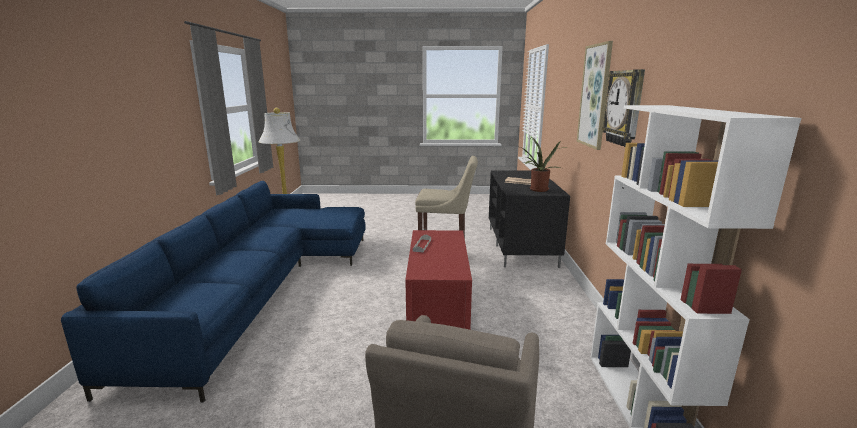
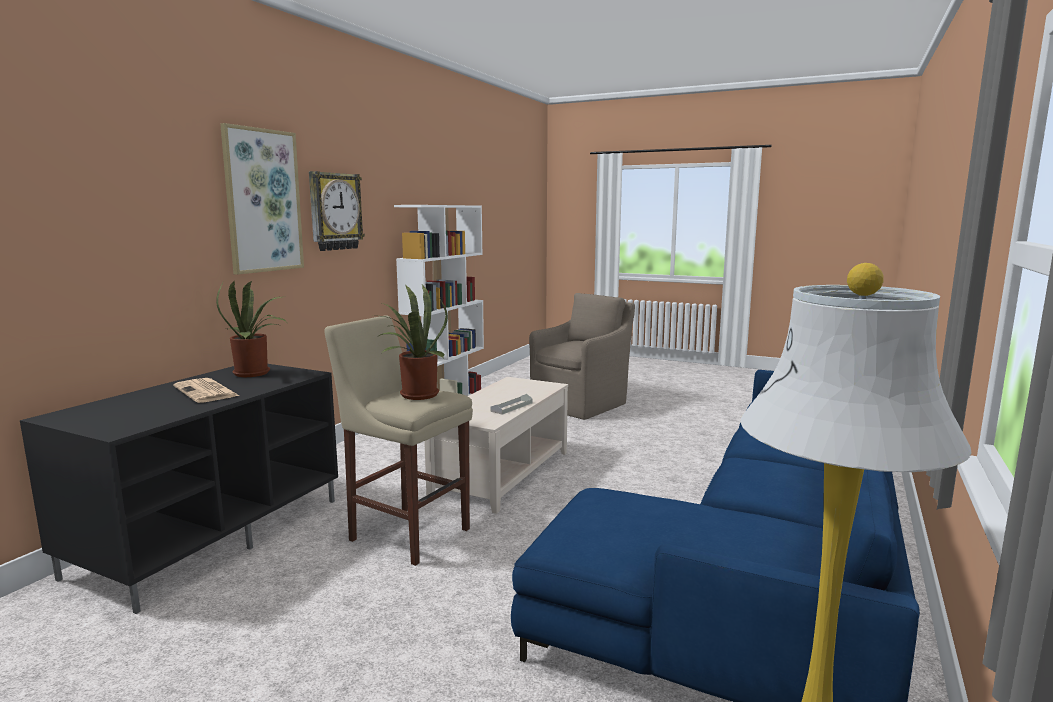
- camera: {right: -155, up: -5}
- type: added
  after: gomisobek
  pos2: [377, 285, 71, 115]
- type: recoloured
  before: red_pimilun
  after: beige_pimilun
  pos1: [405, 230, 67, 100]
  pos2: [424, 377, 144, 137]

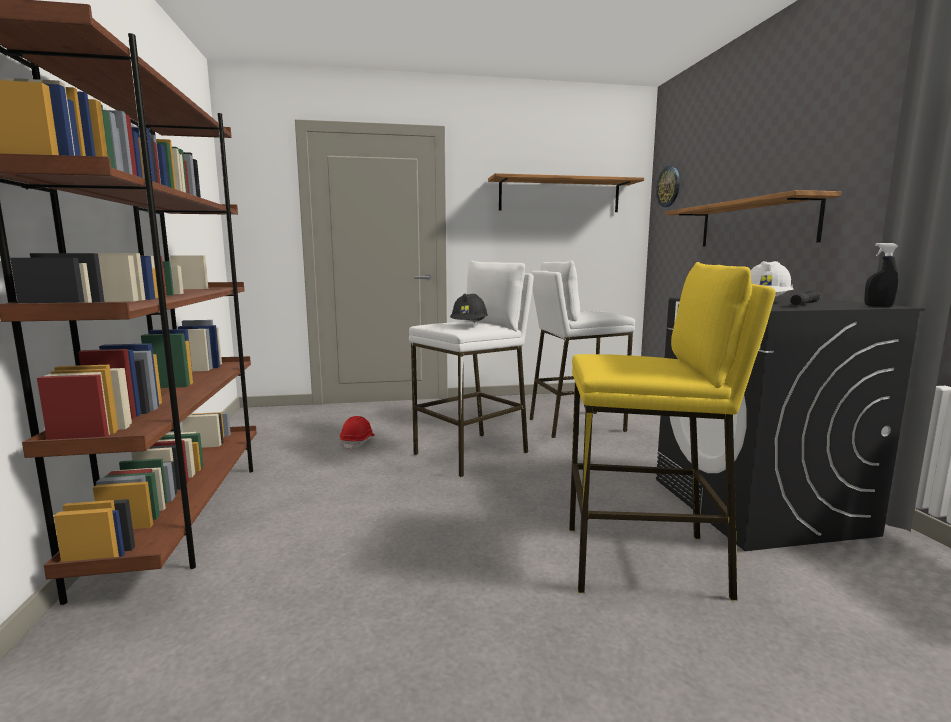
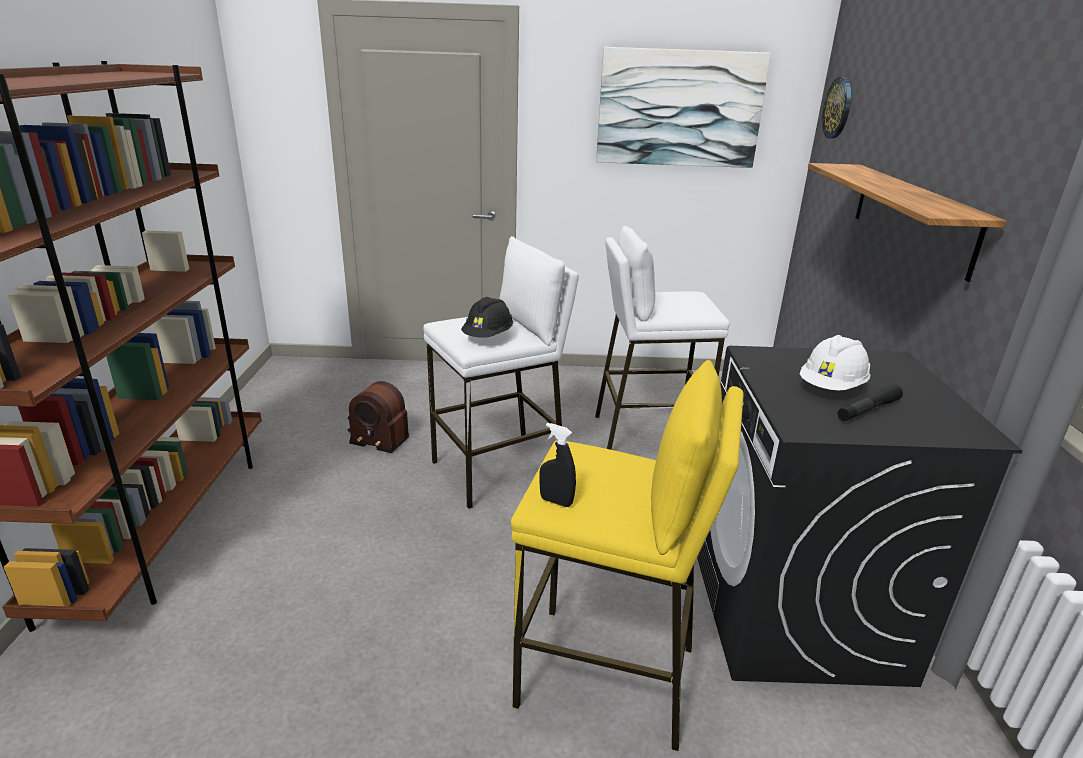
- camera: {right: 10, up: 15}
- type: moved
  before: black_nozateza
  pos1: [864, 243, 35, 64]
  pos2: [539, 423, 37, 84]
- type: replaced
  before: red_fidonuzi
  after: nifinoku
  pos1: [340, 416, 34, 34]
  pos2: [348, 381, 61, 72]
- type: replaced
  before: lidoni
  after: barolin
  pos1: [488, 173, 156, 39]
  pos2: [596, 47, 175, 121]

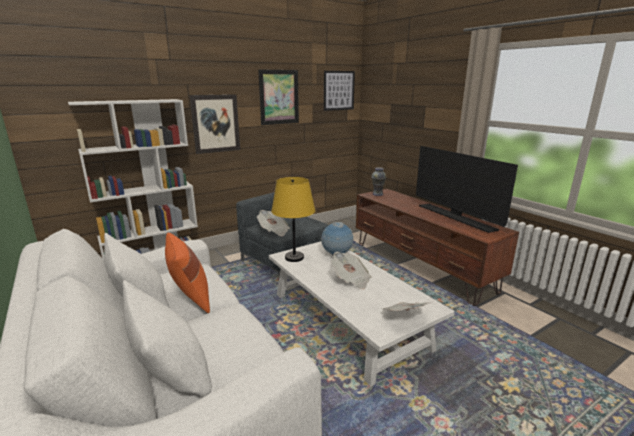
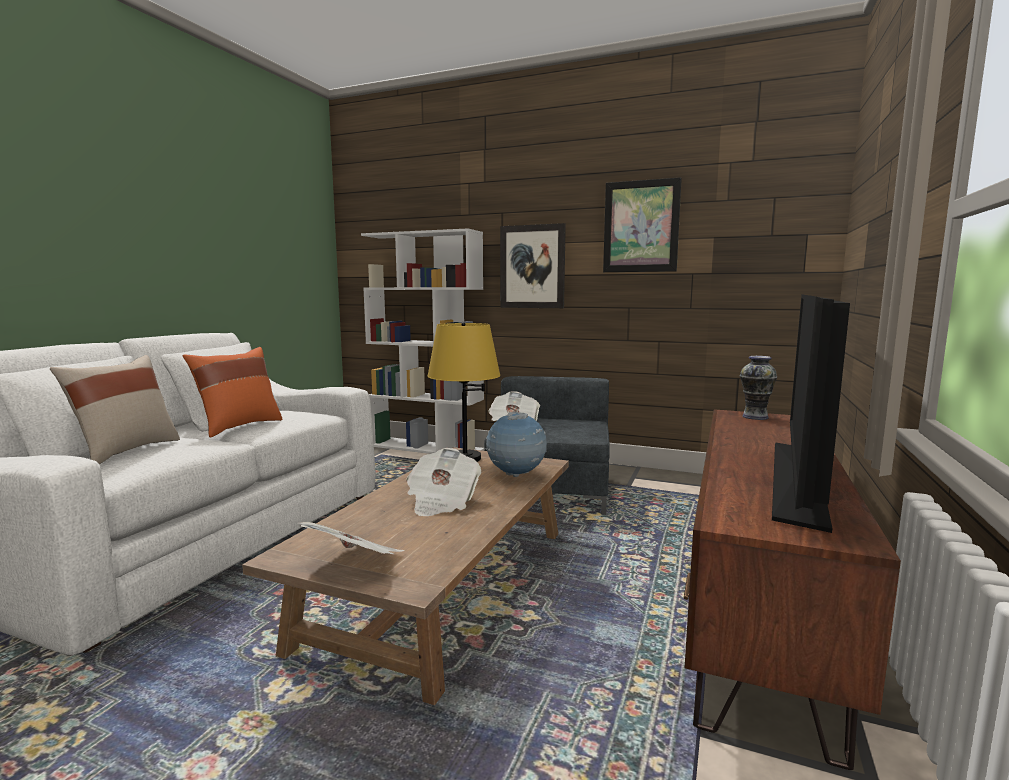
- camera: {right: 55, up: -10}
- type: removed
  before: barolin
  pos1: [324, 71, 31, 40]
- type: added
  after: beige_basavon
  pos2: [50, 355, 130, 109]
- type: recoloured
  before: white_pimilun
  after: brown_pimilun
  pos1: [269, 241, 185, 145]
  pos2: [242, 447, 327, 258]

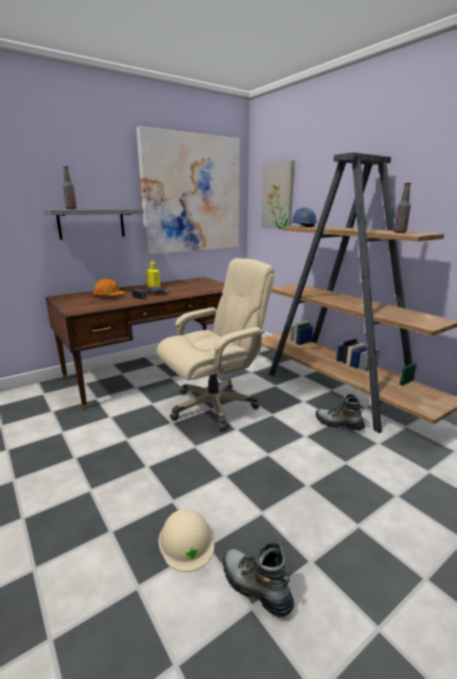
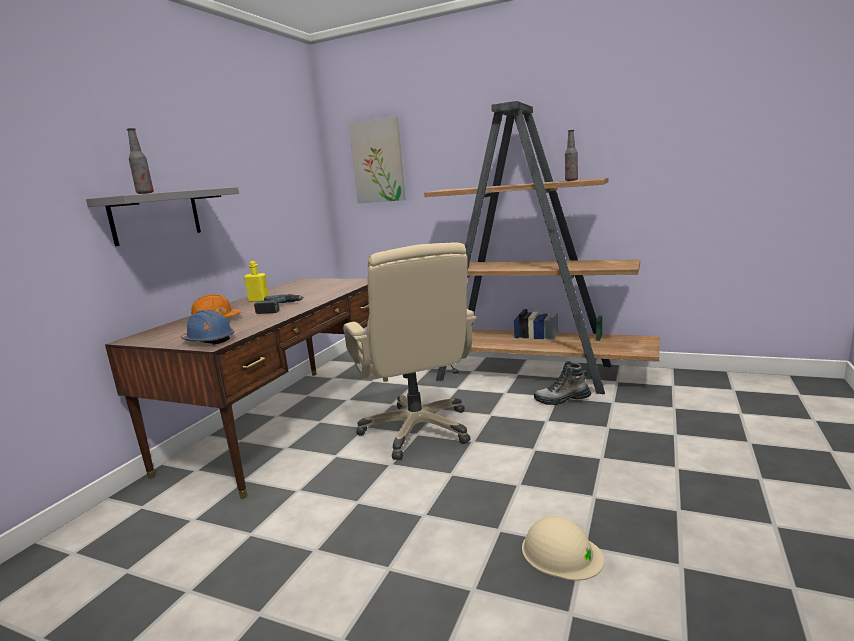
- camera: {right: -30, up: -5}
- type: removed
  before: barolin
  pos1: [136, 126, 104, 128]
- type: removed
  before: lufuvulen
  pos1: [223, 543, 71, 74]
- type: moved
  before: blue_fidonuzi
  pos1: [289, 207, 29, 20]
  pos2: [181, 310, 53, 35]
- type: turned
  before: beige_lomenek
  pos1: [157, 258, 118, 173]
  pos2: [343, 242, 134, 218]
  turn: 135

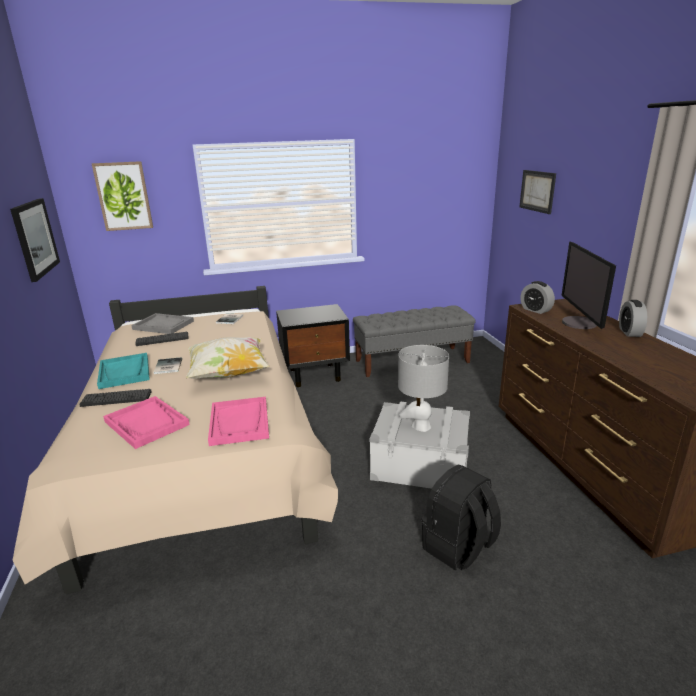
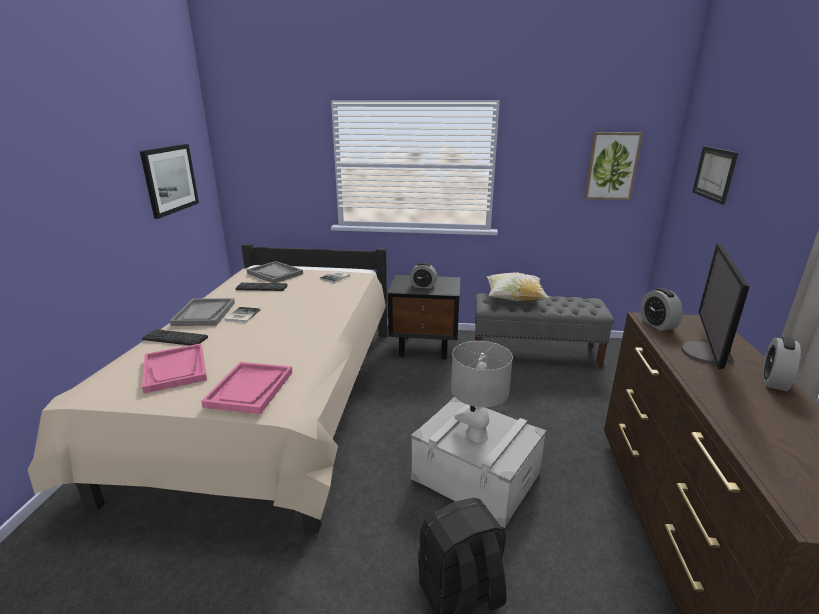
- camera: {right: 20, up: 0}
- type: added
  after: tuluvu
  pos2: [410, 263, 27, 26]
- type: moved
  before: barolin
  pos1: [92, 161, 61, 70]
  pos2: [584, 132, 59, 68]
- type: moved
  before: basavon
  pos1: [186, 337, 84, 42]
  pos2: [487, 272, 62, 29]
- type: recoloured
  before: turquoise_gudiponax
  after: grey_gudiponax
  pos1: [97, 353, 53, 36]
  pos2: [170, 298, 65, 28]

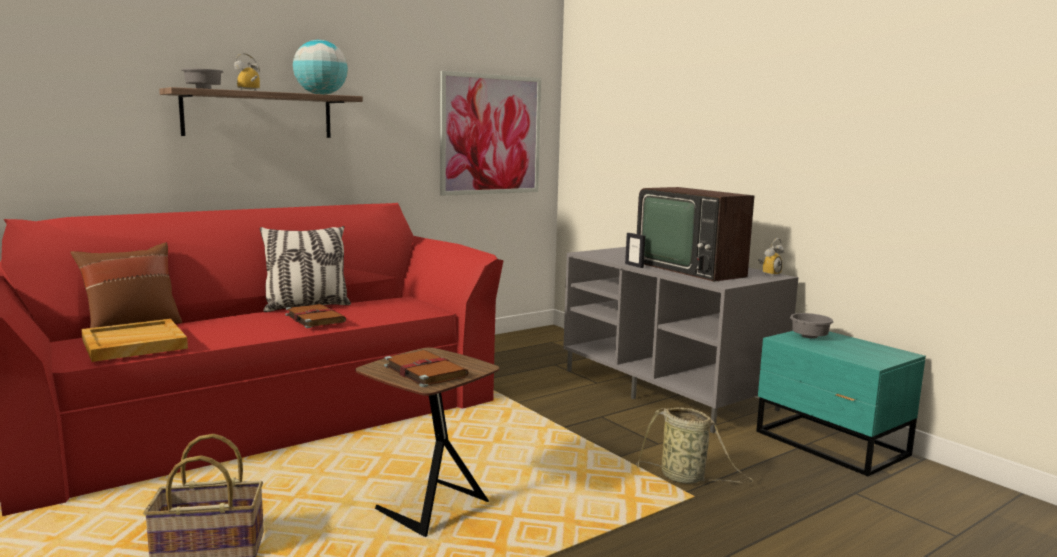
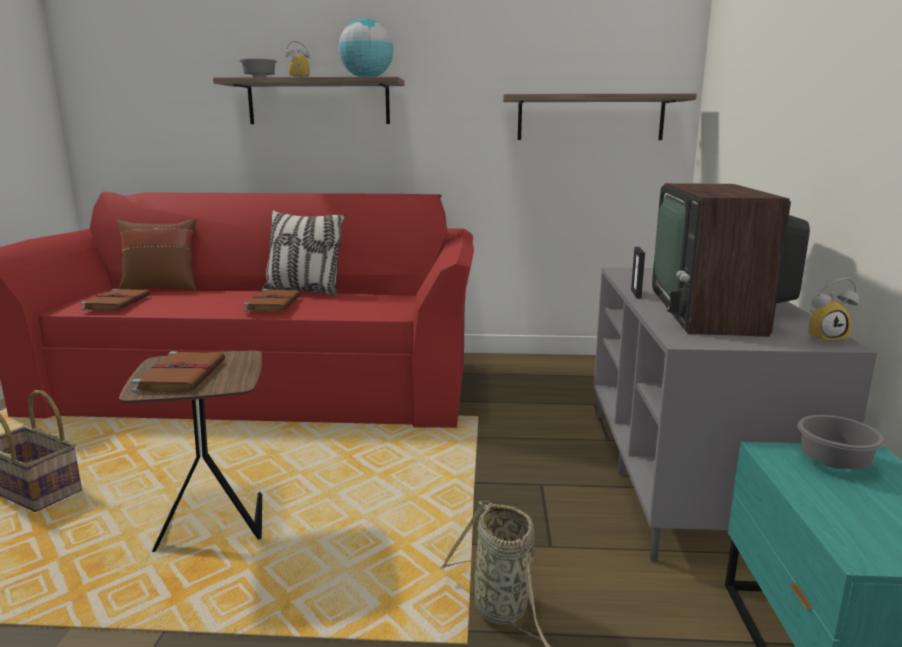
- camera: {right: 40, up: 5}
- type: replaced
  before: beige_gudiponax
  after: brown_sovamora
  pos1: [81, 319, 107, 43]
  pos2: [80, 289, 71, 22]
- type: replaced
  before: barolin
  after: lidoni
  pos1: [440, 71, 101, 125]
  pos2: [503, 93, 194, 47]

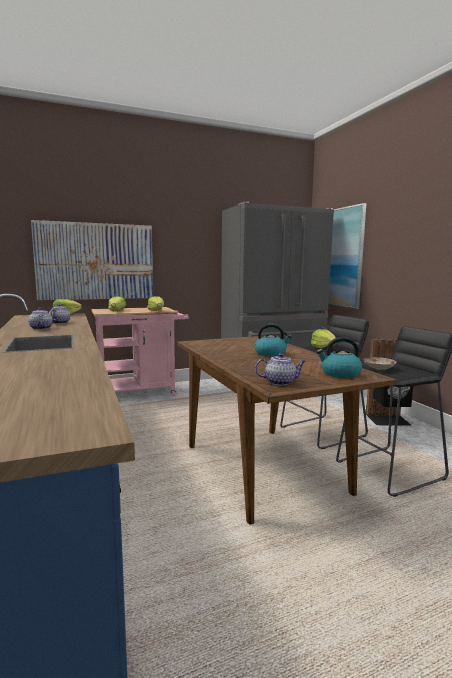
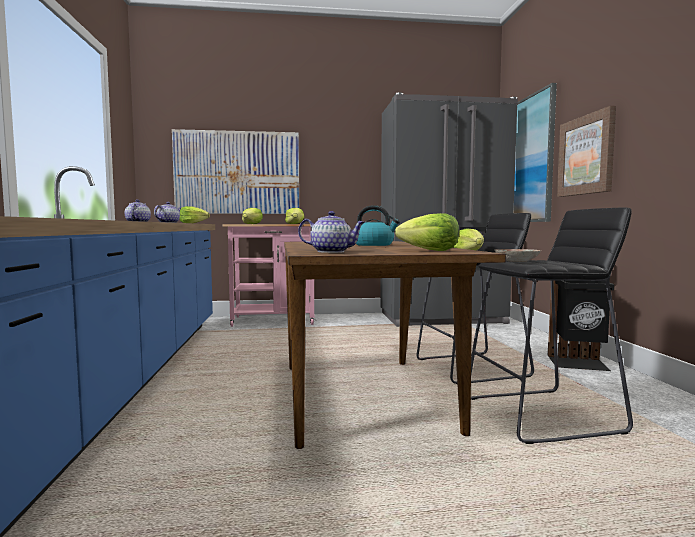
- camera: {right: 15, up: -5}
- type: added
  after: barolin
  pos2: [557, 106, 59, 91]
- type: replaced
  before: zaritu
  after: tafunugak
  pos1: [316, 337, 46, 41]
  pos2: [395, 213, 64, 38]

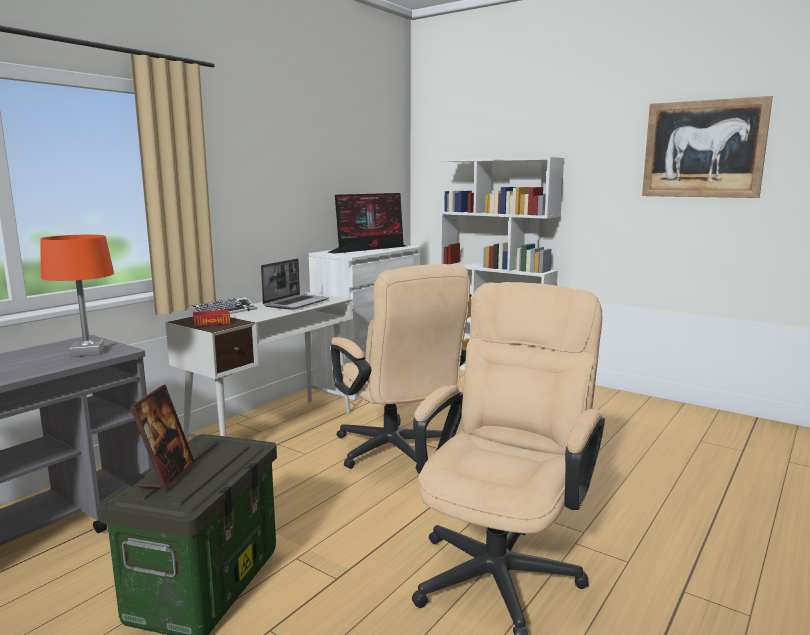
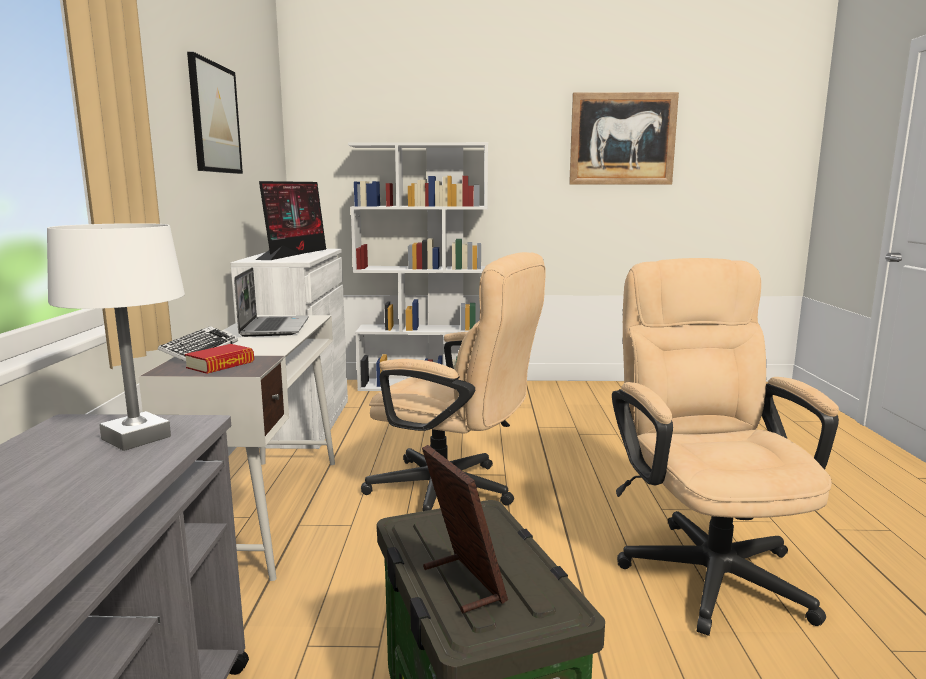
- camera: {right: -35, up: 0}
- type: added
  after: barolin
  pos2: [187, 52, 56, 122]
- type: recoloured
  before: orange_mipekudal
  after: white_mipekudal
  pos1: [40, 235, 74, 122]
  pos2: [47, 223, 138, 228]

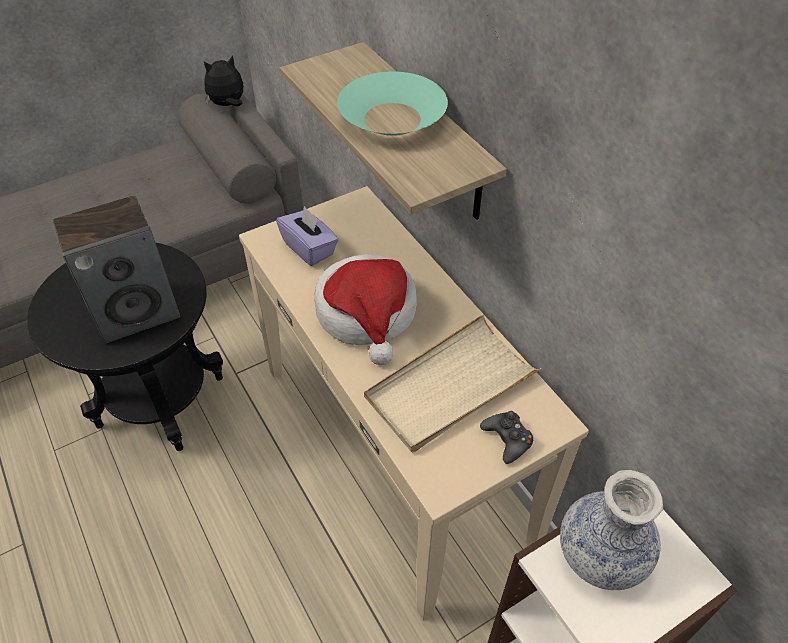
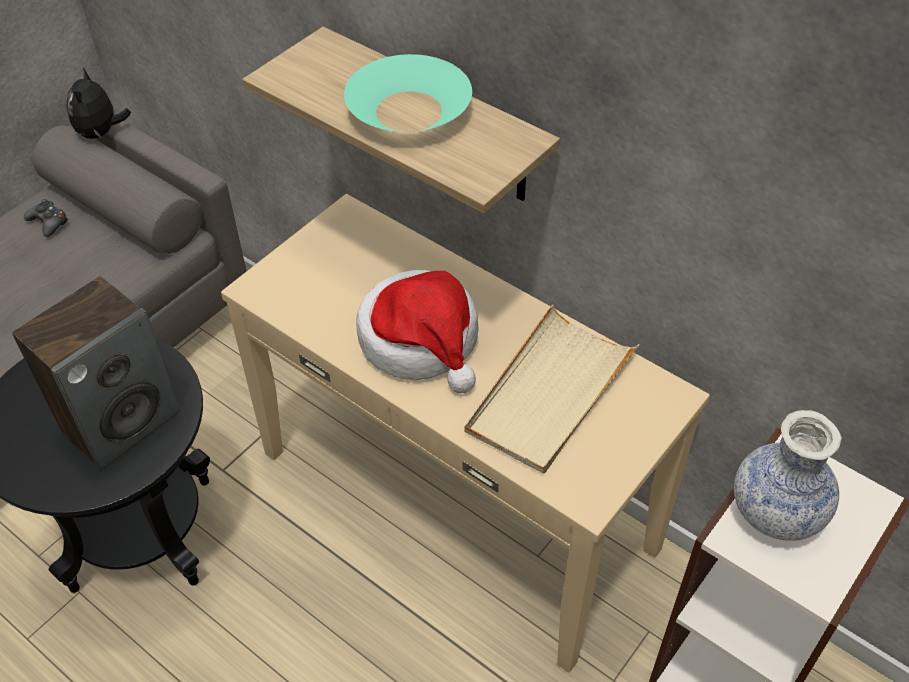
- camera: {right: -20, up: 0}
- type: removed
  before: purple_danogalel
  pos1: [276, 206, 63, 60]
- type: moved
  before: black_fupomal
  pos1: [480, 411, 53, 53]
  pos2: [24, 199, 45, 38]
- type: turned
  before: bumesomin
  pos1: [204, 55, 39, 51]
  pos2: [66, 68, 65, 71]
  turn: -45

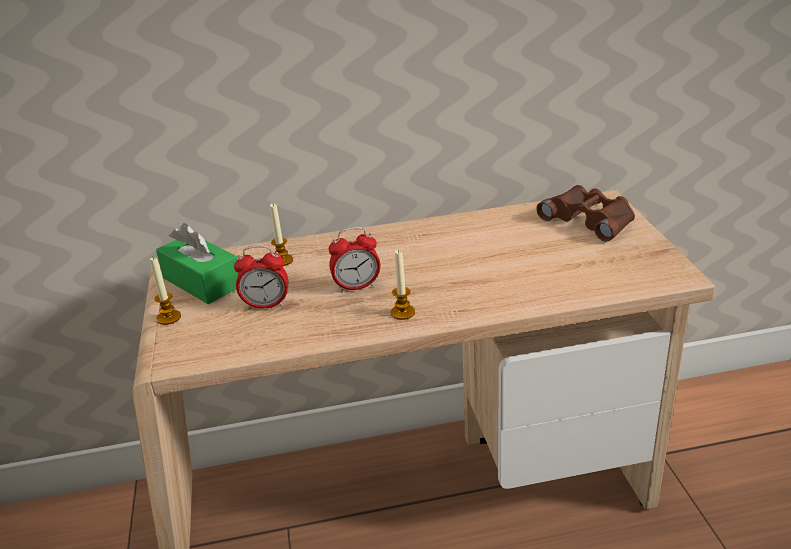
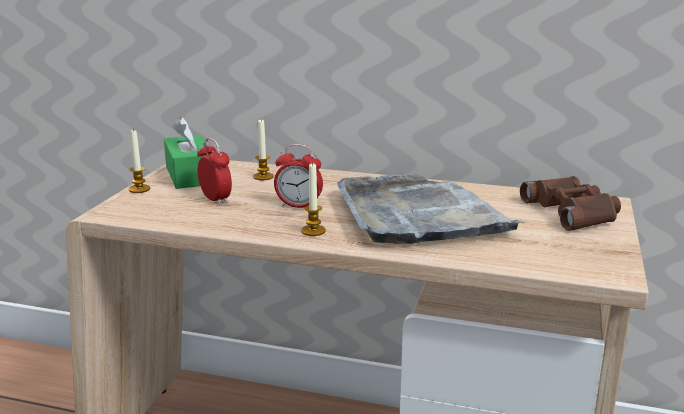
- camera: {right: 25, up: -10}
- type: added
  after: grey_gudiponax
  pos2: [337, 174, 188, 70]
- type: turned
  before: tuluvu
  pos1: [234, 245, 54, 65]
  pos2: [197, 138, 35, 67]
  turn: -150

